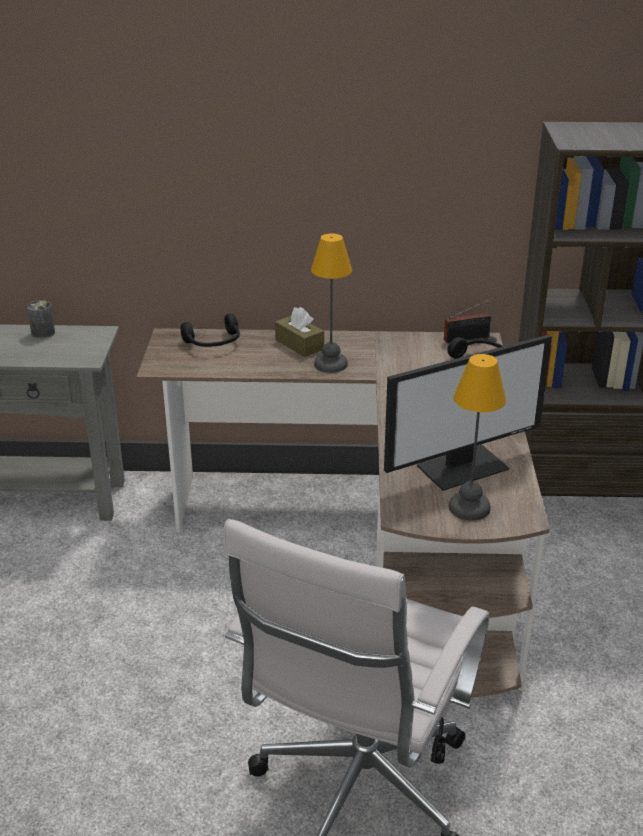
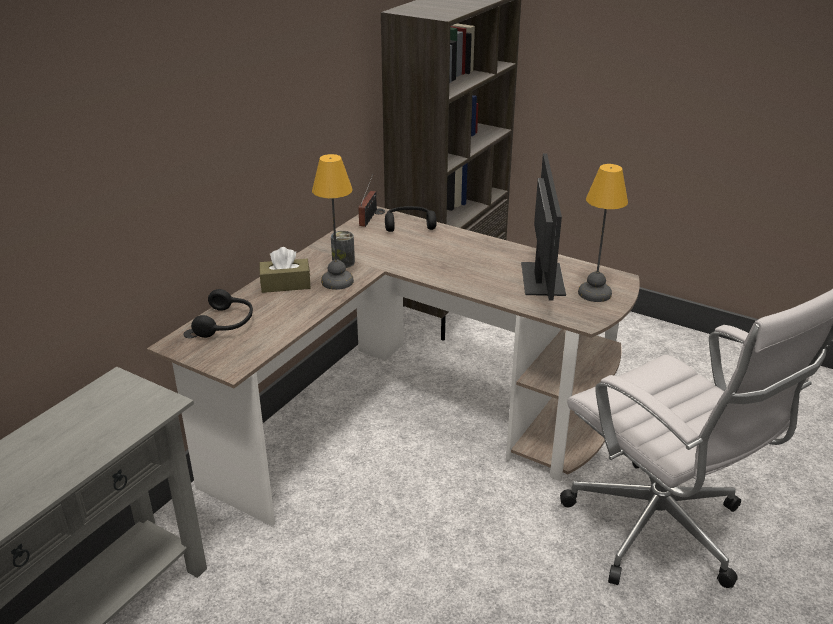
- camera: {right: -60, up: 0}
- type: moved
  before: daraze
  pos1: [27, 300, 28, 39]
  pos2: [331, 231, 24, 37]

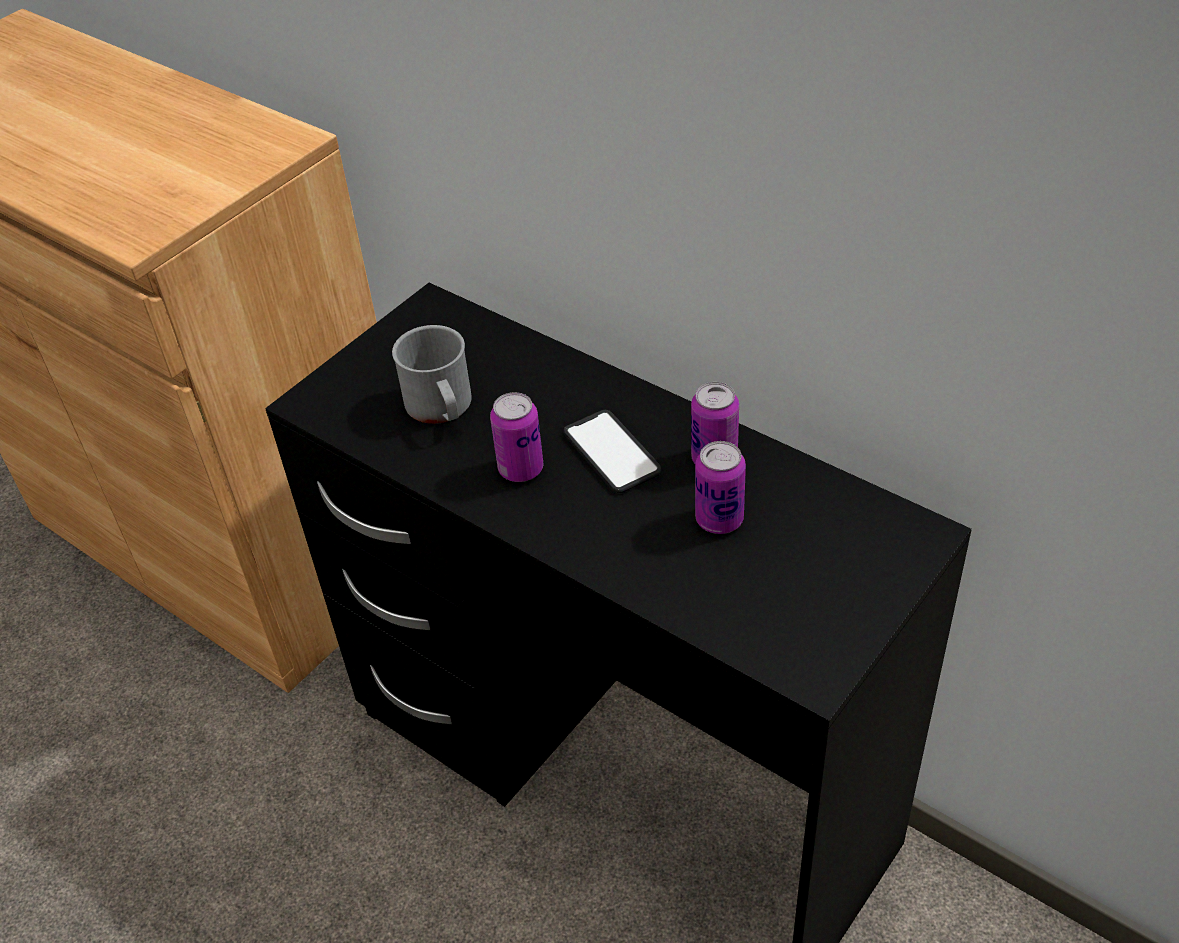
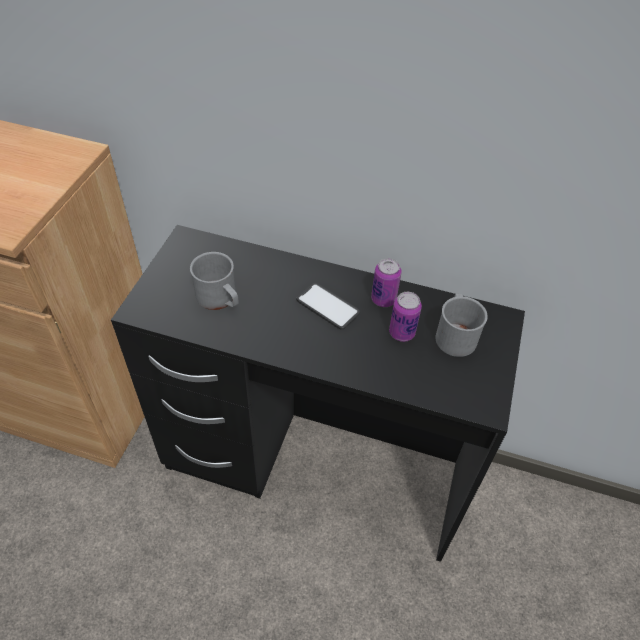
- camera: {right: -25, up: 5}
- type: removed
  before: daraze
  pos1: [490, 392, 53, 90]
- type: added
  after: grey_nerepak
  pos2: [436, 294, 52, 63]

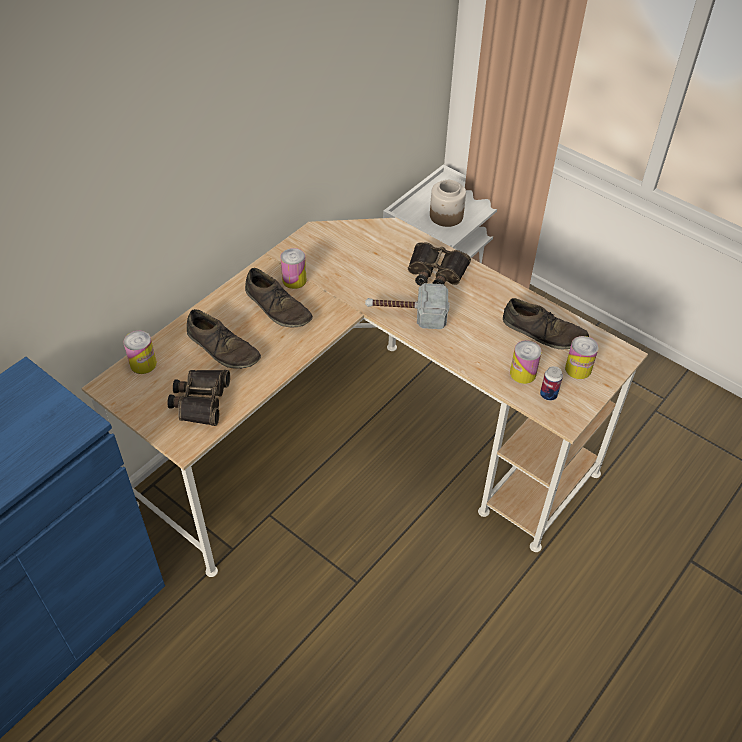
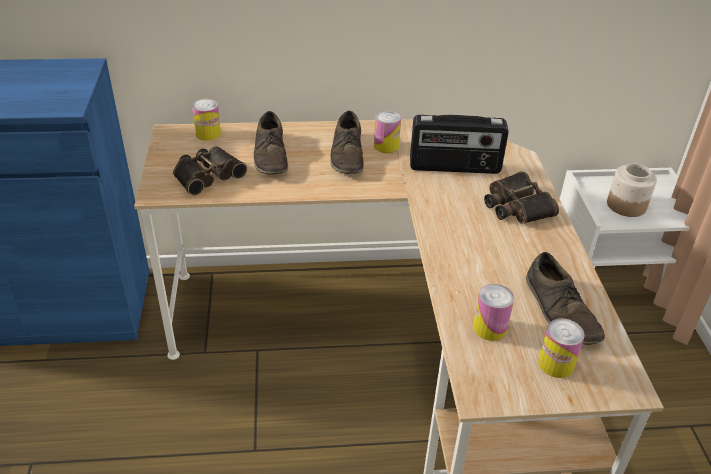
- camera: {right: 45, up: -10}
- type: removed
  before: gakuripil
  pos1: [365, 283, 85, 46]
- type: removed
  before: daraze
  pos1: [540, 366, 23, 35]
- type: added
  after: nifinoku
  pos2: [410, 115, 99, 59]

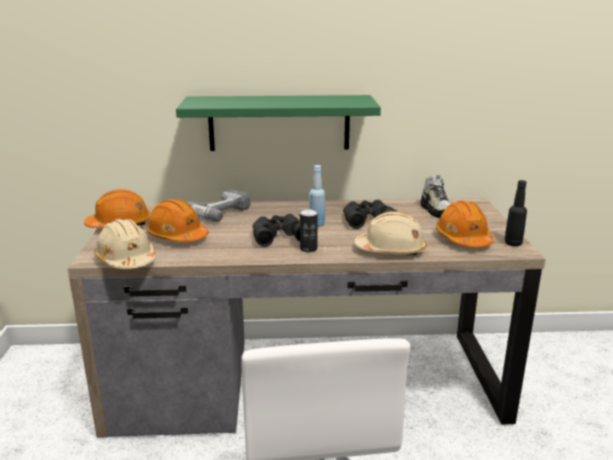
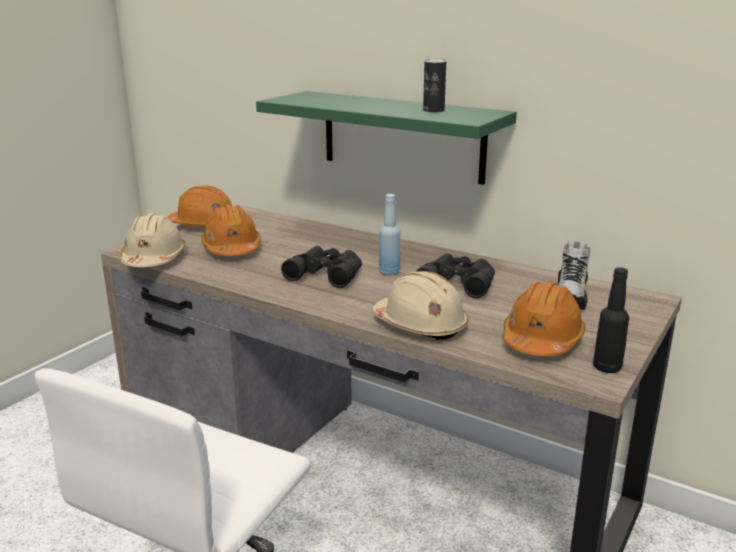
- camera: {right: 35, up: 0}
- type: removed
  before: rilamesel
  pos1: [187, 189, 64, 33]
- type: moved
  before: daraze
  pos1: [300, 209, 18, 43]
  pos2: [423, 59, 23, 54]

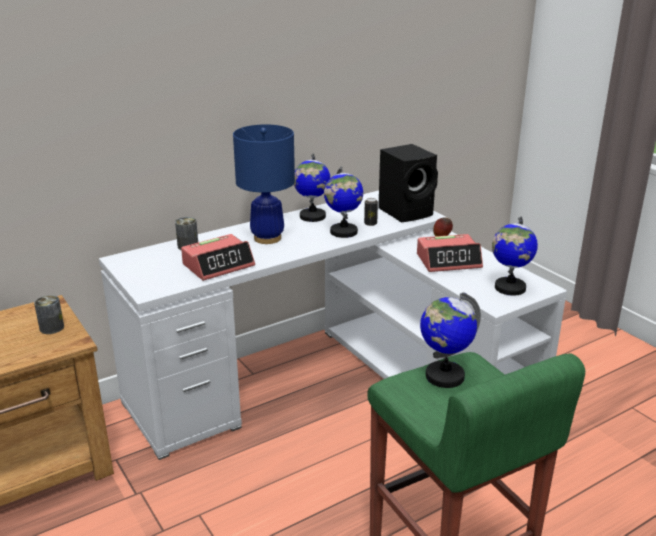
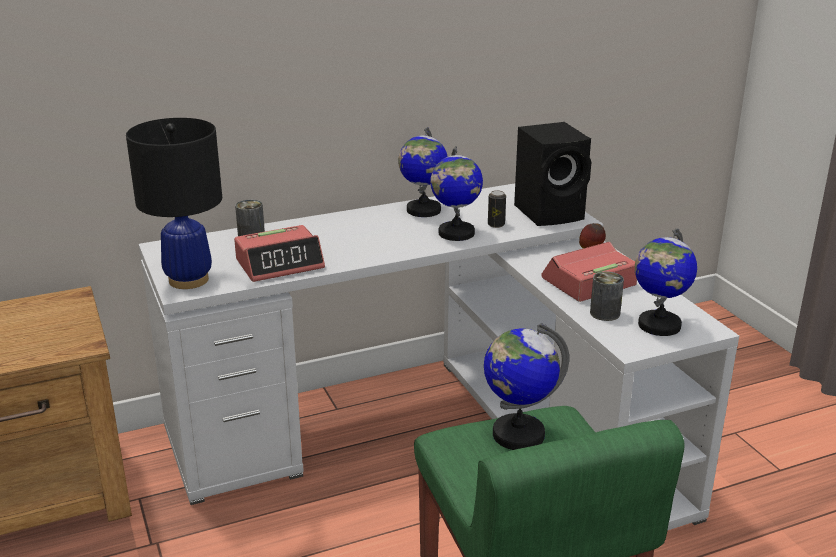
- camera: {right: 10, up: 0}
- type: removed
  before: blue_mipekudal
  pos1: [233, 125, 62, 119]
- type: added
  after: black_mipekudal
  pos2: [126, 118, 96, 171]
- type: moved
  before: daraze
  pos1: [34, 295, 30, 39]
  pos2: [590, 271, 34, 50]
- type: turned
  before: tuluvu
  pos1: [417, 234, 66, 38]
  pos2: [541, 242, 96, 60]
  turn: 150

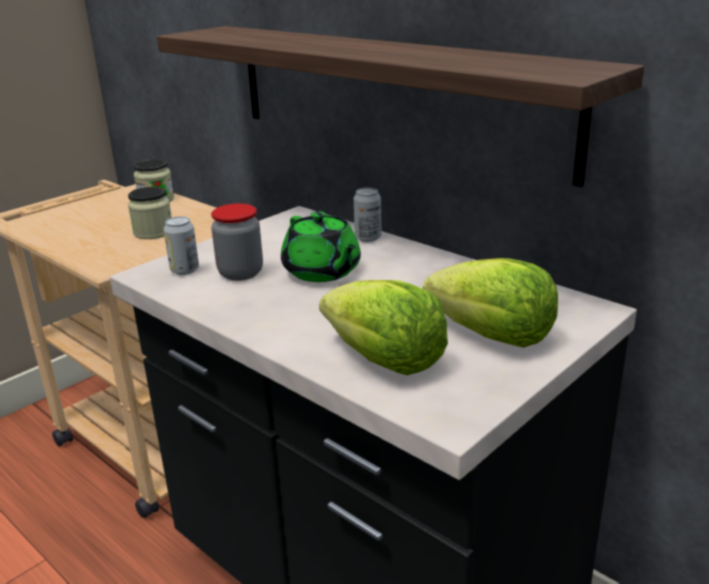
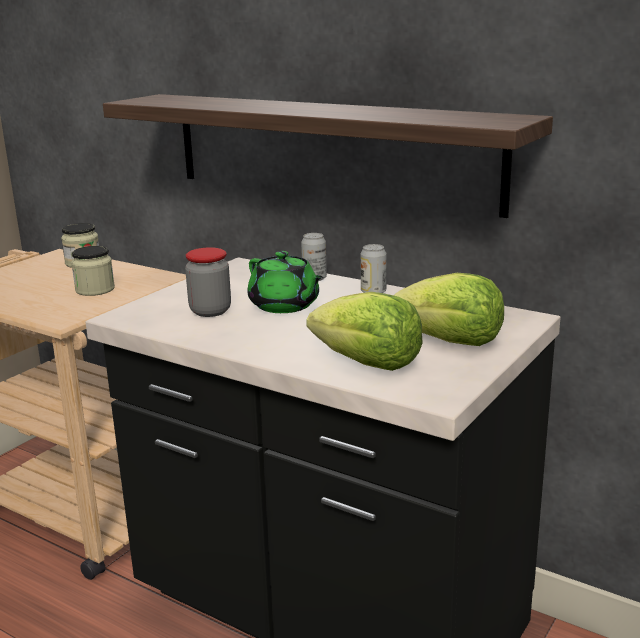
- camera: {right: -10, up: -5}
- type: moved
  before: daraze
  pos1: [164, 216, 35, 59]
  pos2: [361, 244, 26, 49]

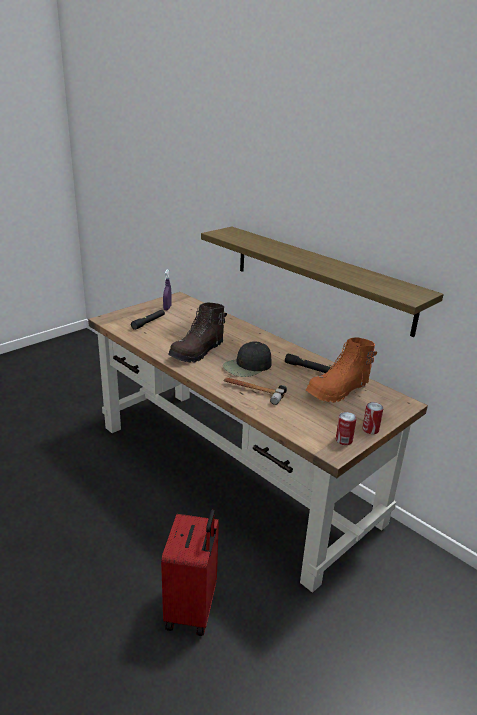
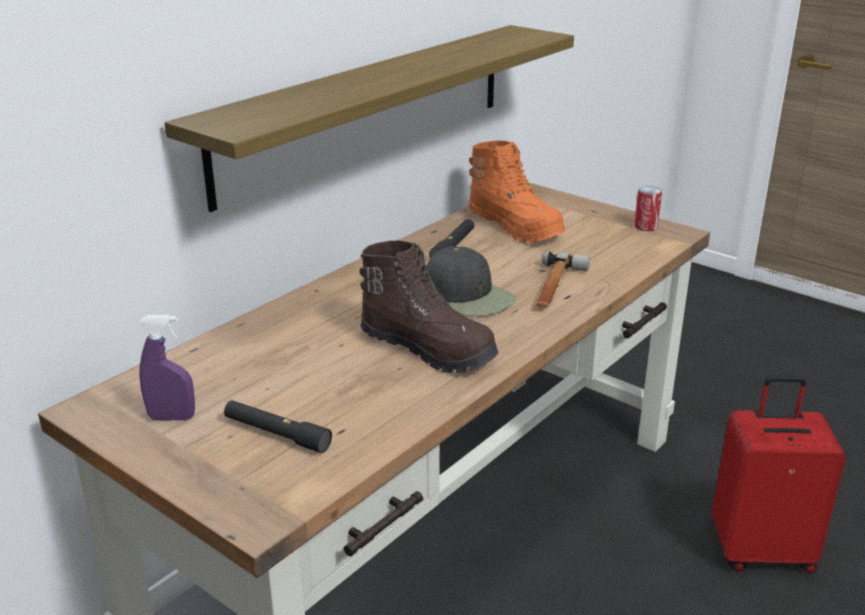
- camera: {right: -95, up: 0}
- type: removed
  before: daraze
  pos1: [362, 402, 21, 32]

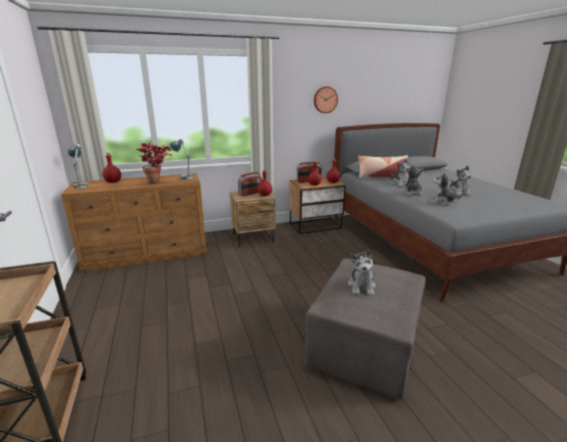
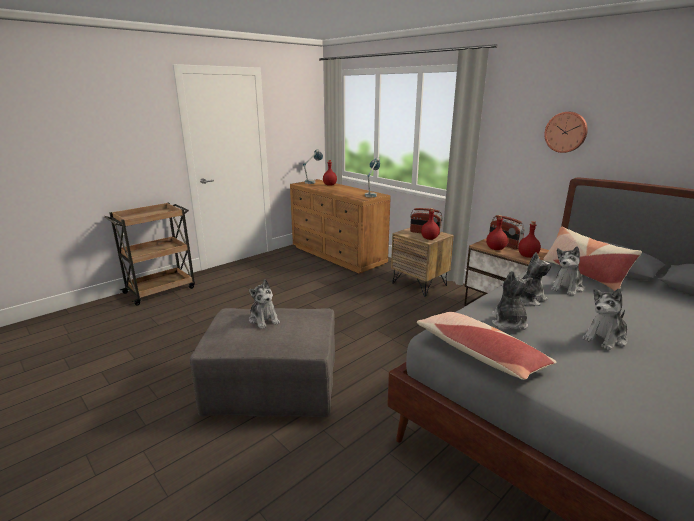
- camera: {right: 65, up: 0}
- type: removed
  before: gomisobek
  pos1: [136, 142, 36, 41]
- type: added
  after: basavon
  pos2: [417, 312, 140, 68]
- type: turned
  before: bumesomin
  pos1: [348, 249, 28, 46]
  pos2: [249, 279, 31, 50]
  turn: -105

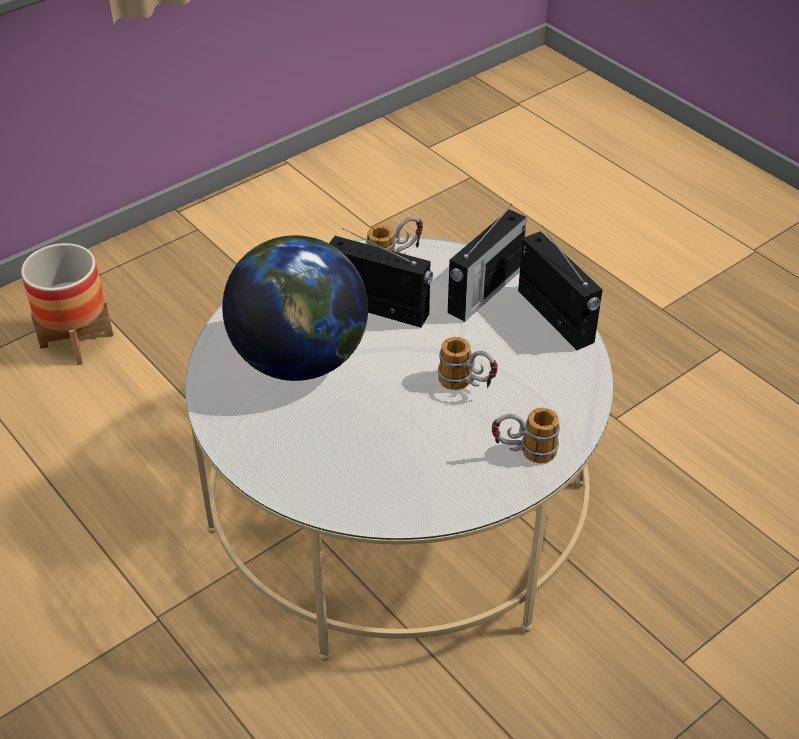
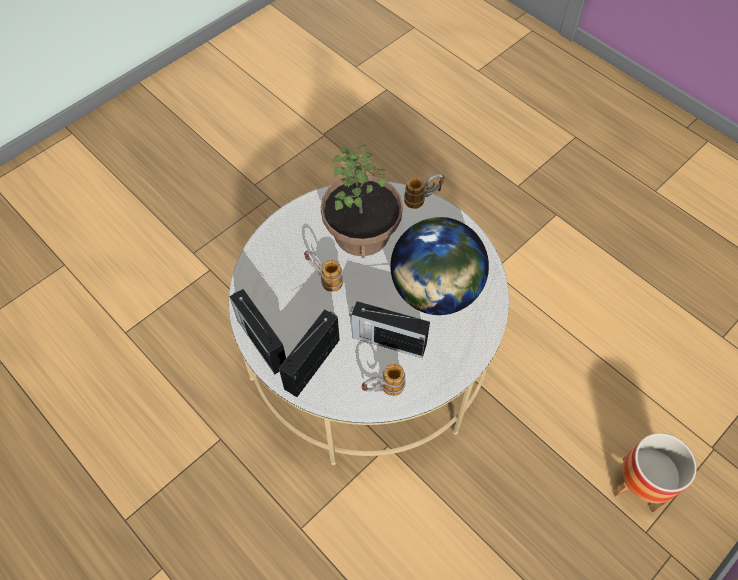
- camera: {right: 175, up: 15}
- type: added
  after: gomisobek
  pos2: [321, 145, 82, 113]
- type: moved
  before: nerepak
  pos1: [492, 407, 68, 57]
  pos2: [404, 174, 41, 35]

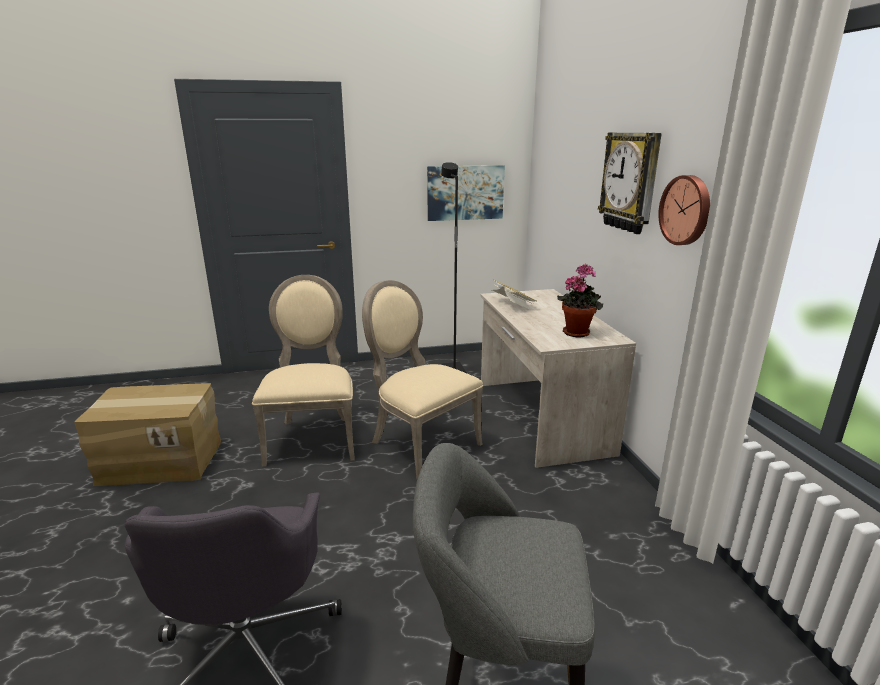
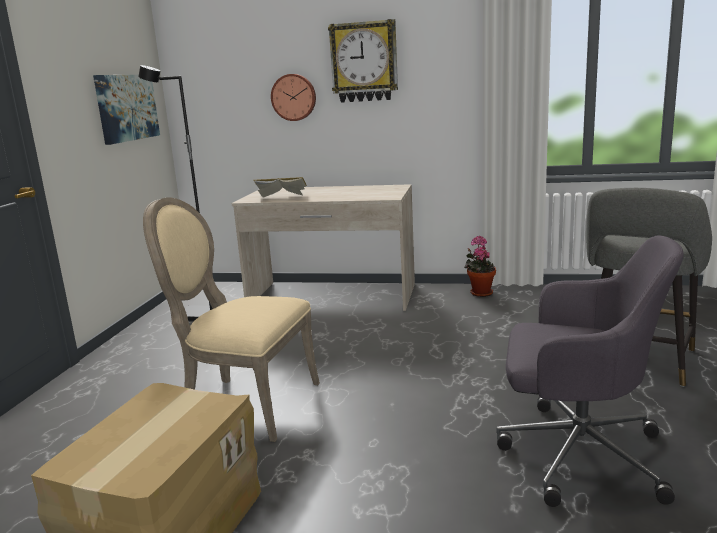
- camera: {right: -65, up: -5}
- type: removed
  before: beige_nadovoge
  pos1: [362, 280, 121, 199]
- type: moved
  before: gomisobek
  pos1: [557, 264, 46, 73]
  pos2: [464, 236, 32, 61]
- type: moved
  before: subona
  pos1: [658, 175, 52, 70]
  pos2: [271, 74, 45, 47]

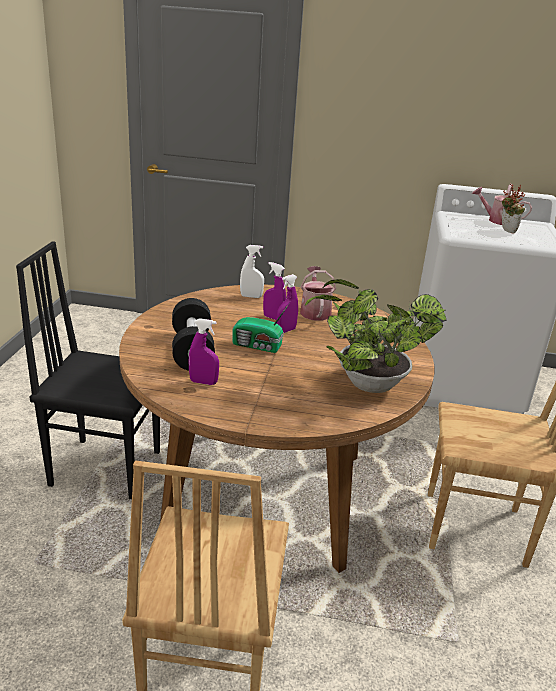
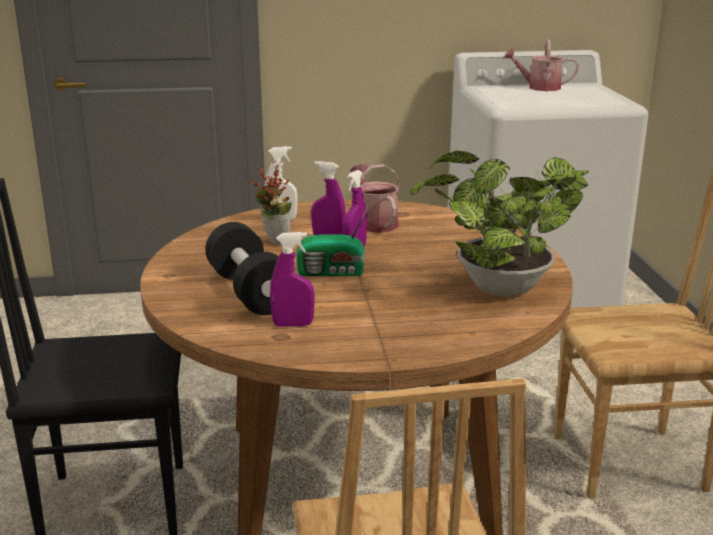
- camera: {right: -15, up: -5}
- type: moved
  before: gomisobek
  pos1: [501, 184, 24, 50]
  pos2: [250, 165, 42, 80]

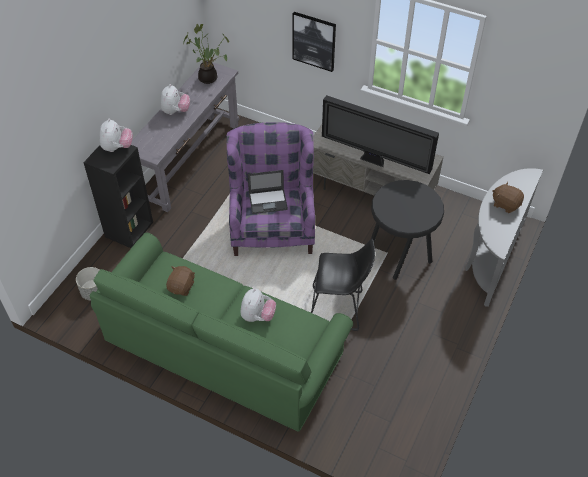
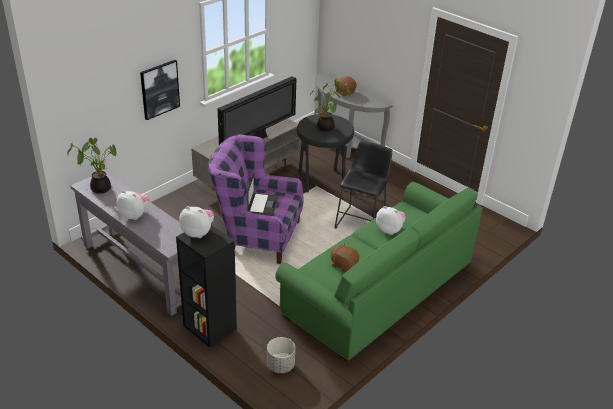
- camera: {right: -75, up: -15}
- type: added
  after: gomisobek
  pos2: [310, 80, 41, 52]

